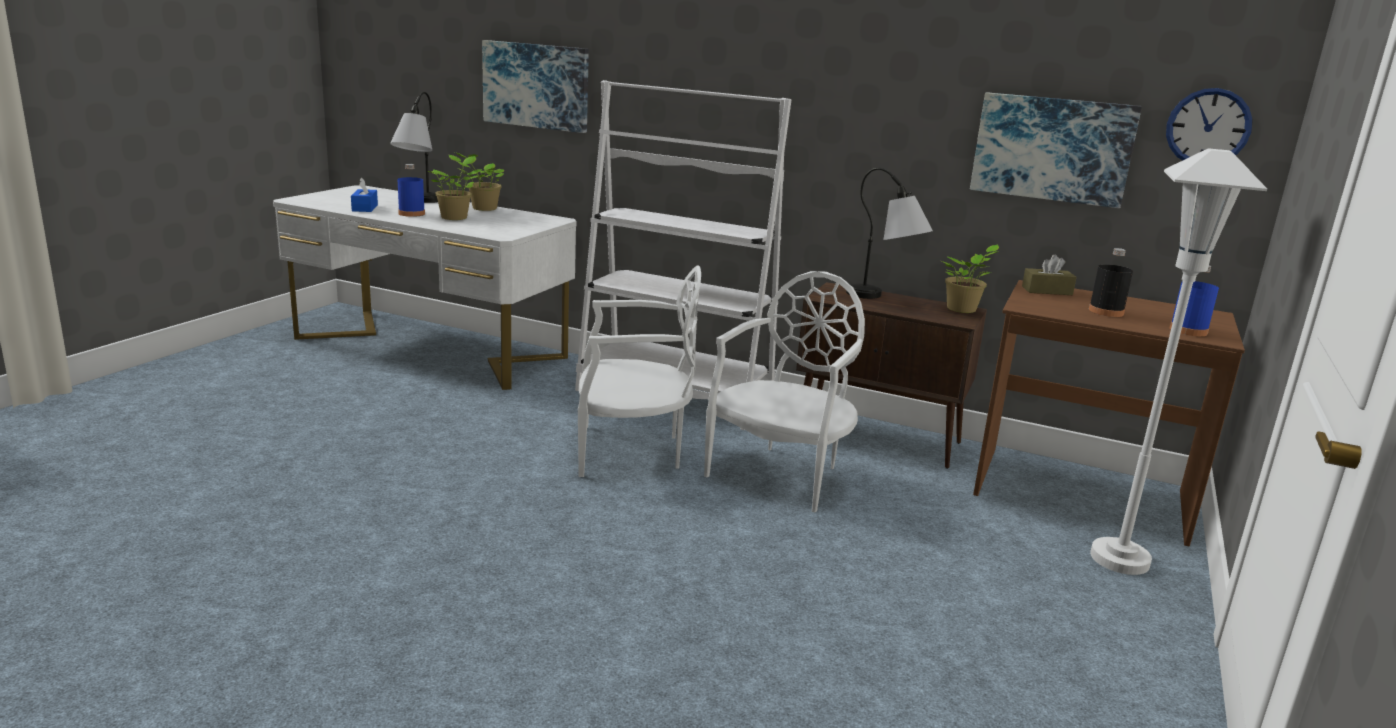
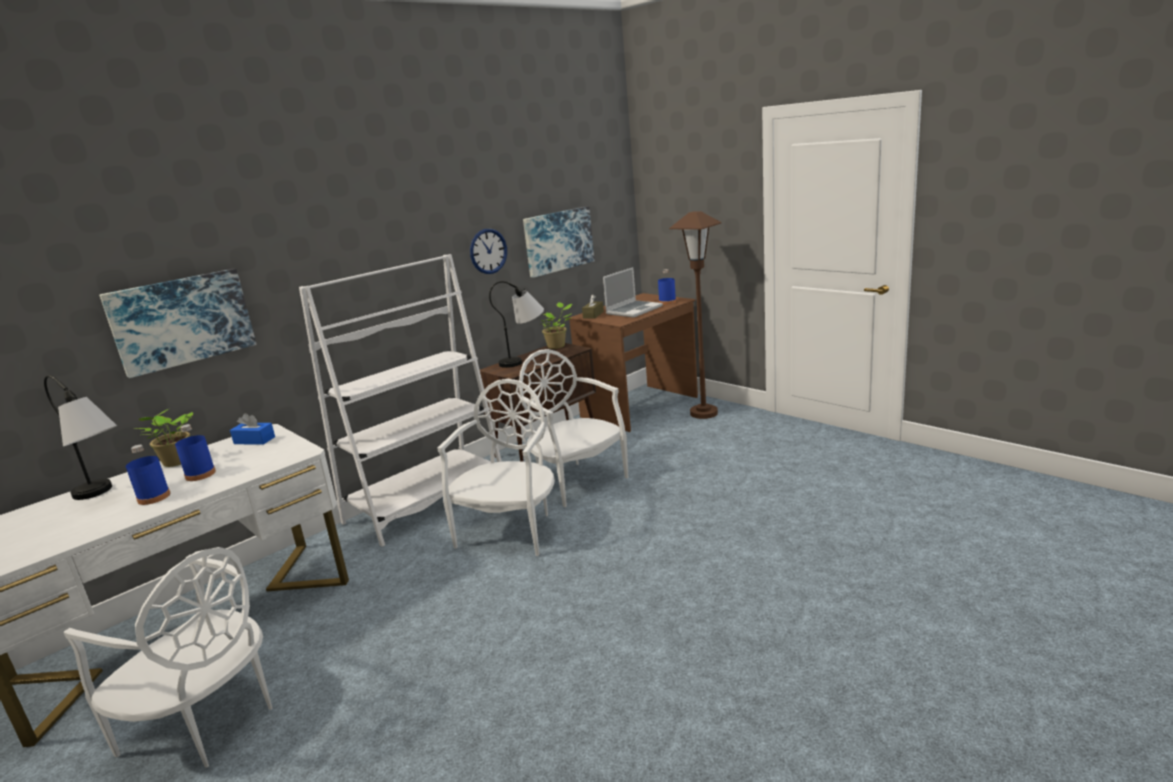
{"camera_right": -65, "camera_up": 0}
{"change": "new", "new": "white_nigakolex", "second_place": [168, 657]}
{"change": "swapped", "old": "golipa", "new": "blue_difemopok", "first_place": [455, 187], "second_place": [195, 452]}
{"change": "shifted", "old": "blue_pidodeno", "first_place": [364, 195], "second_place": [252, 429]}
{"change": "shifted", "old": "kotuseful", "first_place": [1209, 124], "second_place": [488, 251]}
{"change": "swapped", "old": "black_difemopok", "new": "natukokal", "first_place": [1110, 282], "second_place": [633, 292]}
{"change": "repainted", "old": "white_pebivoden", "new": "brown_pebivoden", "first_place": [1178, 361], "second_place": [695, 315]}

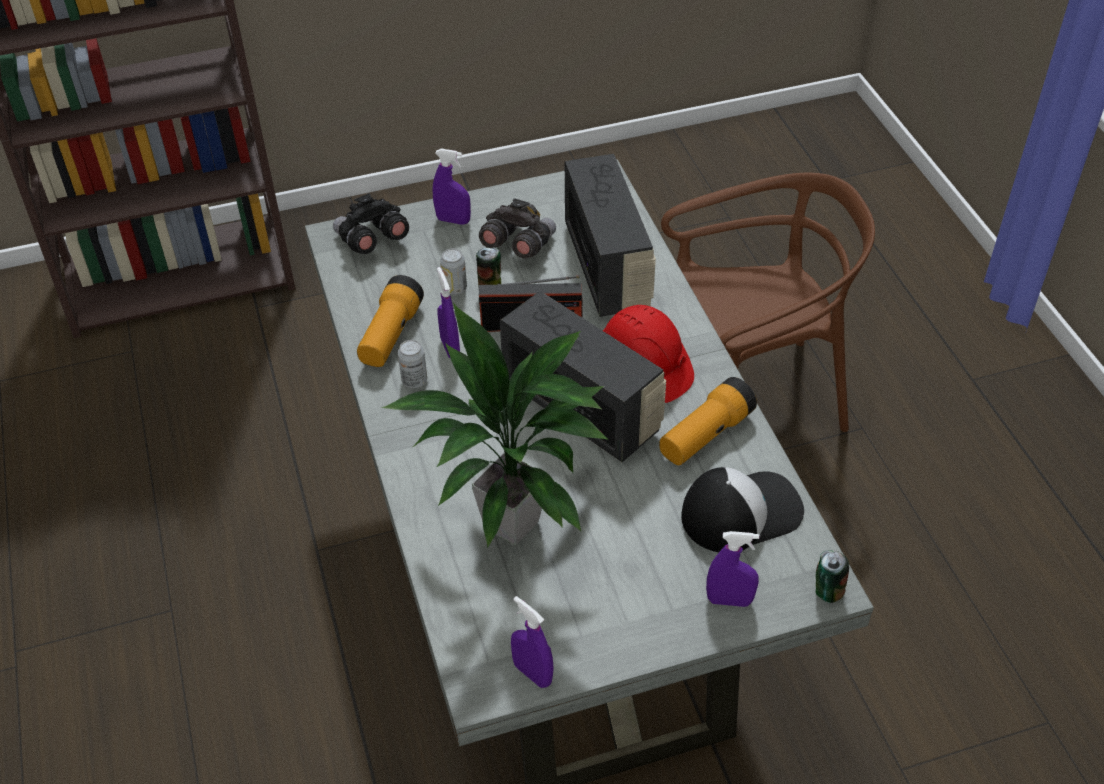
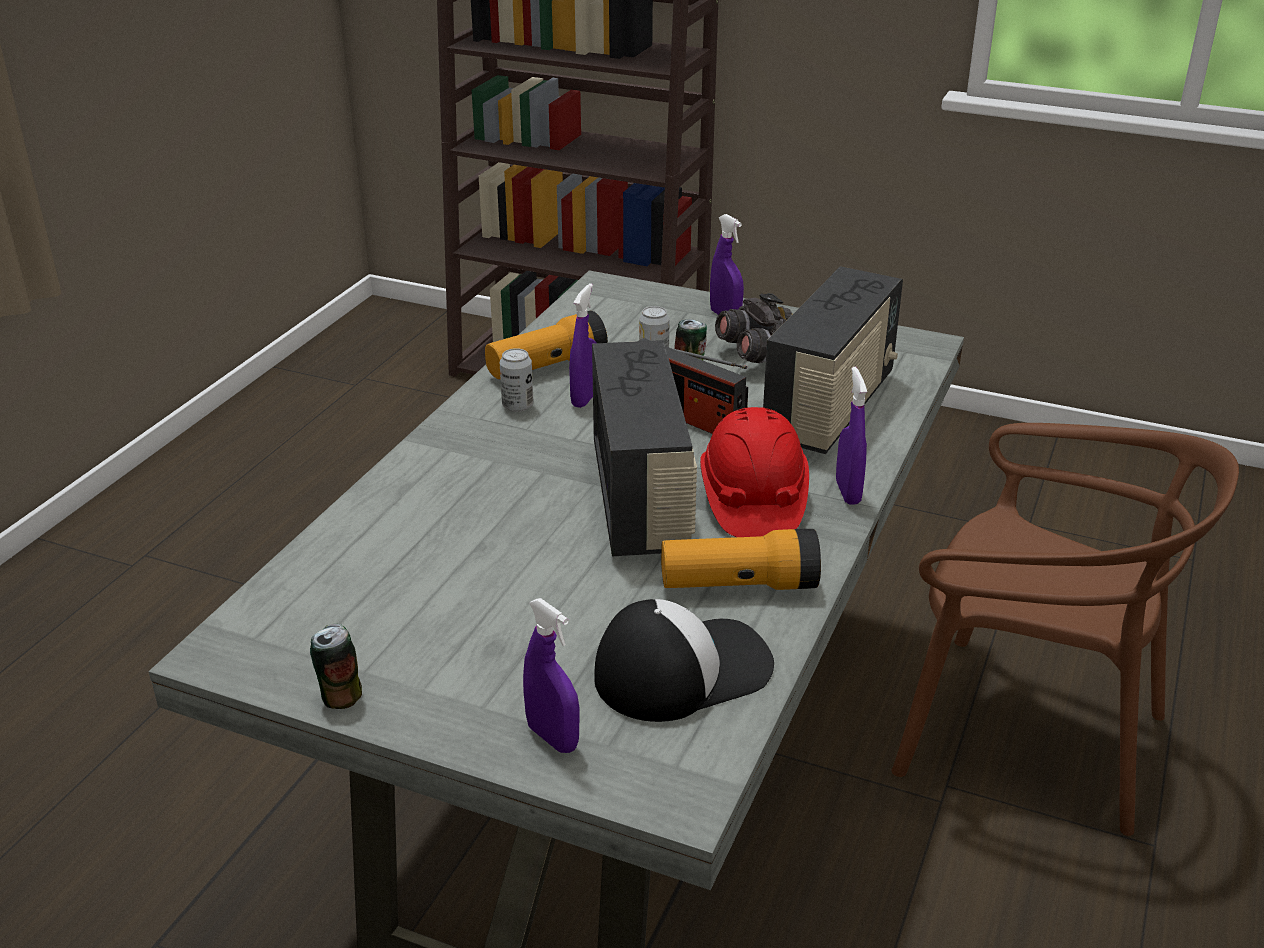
{"camera_right": 40, "camera_up": -15}
{"change": "shifted", "old": "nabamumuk", "first_place": [832, 576], "second_place": [336, 666]}
{"change": "rotated", "old": "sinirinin", "first_place": [742, 509], "second_place": [684, 660], "degrees": -45}
{"change": "shifted", "old": "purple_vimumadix", "first_place": [532, 642], "second_place": [851, 436]}
{"change": "gone", "old": "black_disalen", "first_place": [371, 223]}
{"change": "gone", "old": "golipa", "first_place": [495, 425]}

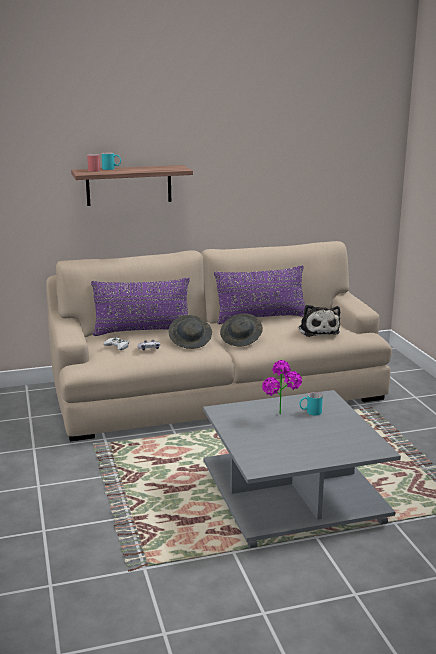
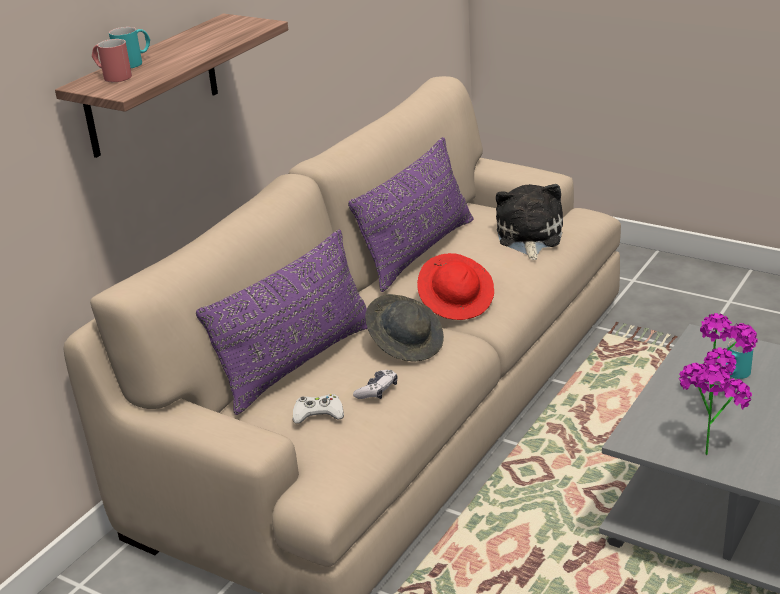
{"camera_right": -40, "camera_up": 10}
{"change": "repainted", "old": "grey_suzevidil", "new": "red_suzevidil", "first_place": [241, 330], "second_place": [455, 286]}
{"change": "rotated", "old": "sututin", "first_place": [319, 321], "second_place": [529, 222], "degrees": -120}
{"change": "new", "new": "golipa", "second_place": [715, 408]}

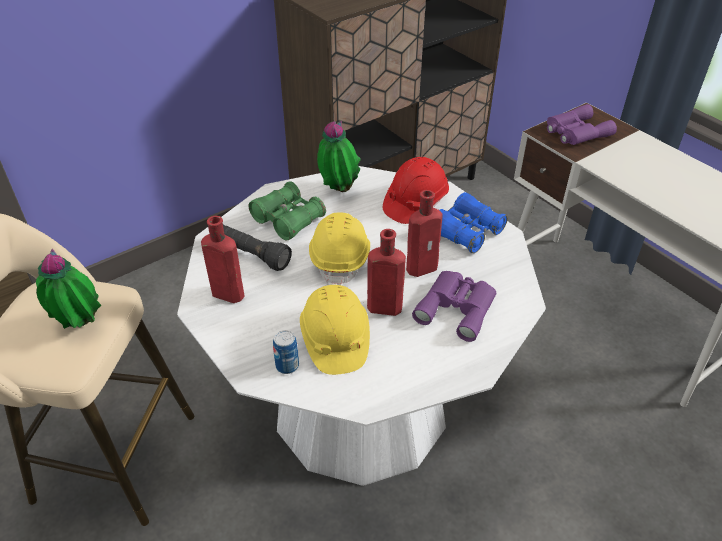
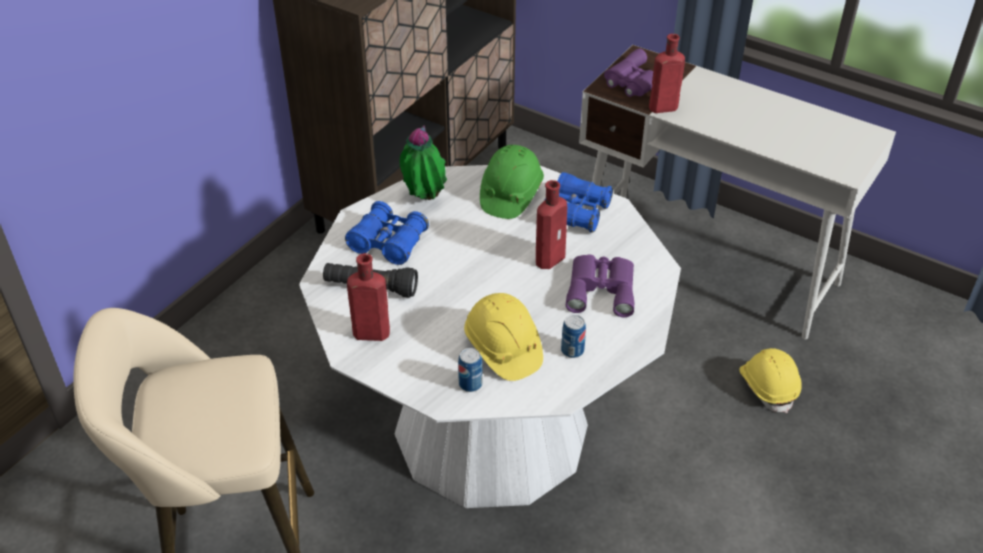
{"camera_right": -20, "camera_up": 0}
{"change": "repainted", "old": "green_disalen", "new": "blue_disalen", "first_place": [287, 210], "second_place": [387, 233]}
{"change": "repainted", "old": "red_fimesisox", "new": "green_fimesisox", "first_place": [416, 190], "second_place": [512, 182]}
{"change": "new", "new": "nabamumuk", "second_place": [573, 336]}
{"change": "shifted", "old": "red_difemopok", "first_place": [386, 272], "second_place": [667, 73]}
{"change": "shifted", "old": "yellow_fimesisox", "first_place": [339, 249], "second_place": [770, 380]}
{"change": "gone", "old": "golipa", "first_place": [68, 289]}

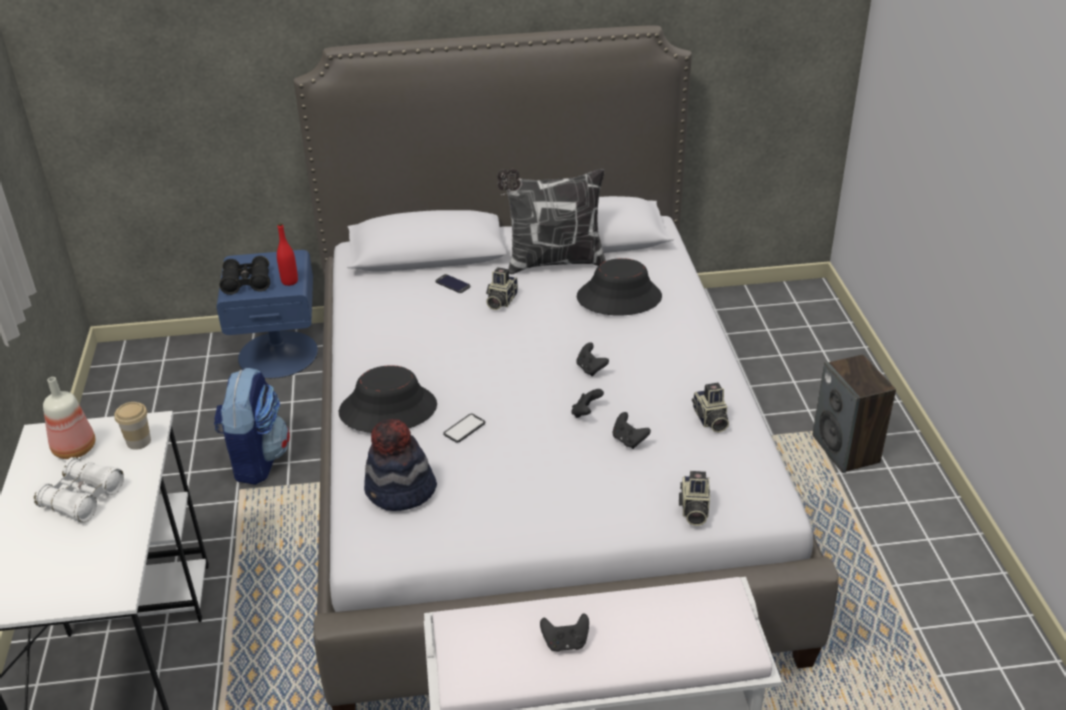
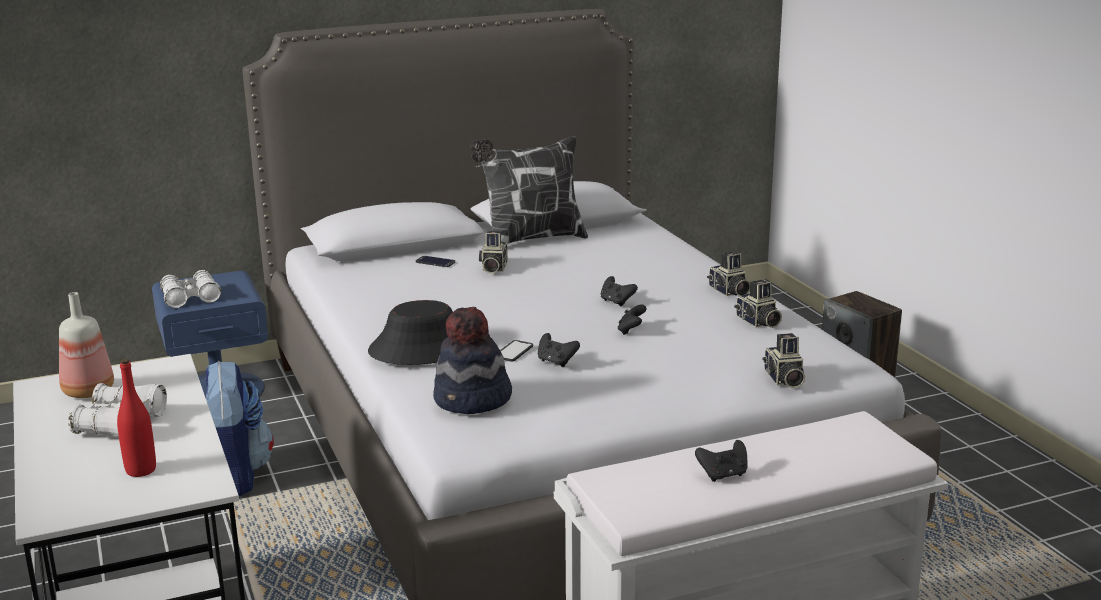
{"camera_right": -15, "camera_up": -15}
{"change": "shifted", "old": "red_difemopok", "first_place": [287, 254], "second_place": [136, 418]}
{"change": "repainted", "old": "black_disalen", "new": "white_disalen", "first_place": [244, 275], "second_place": [190, 289]}
{"change": "shifted", "old": "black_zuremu", "first_place": [632, 430], "second_place": [559, 350]}
{"change": "new", "new": "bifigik", "second_place": [728, 274]}
{"change": "gone", "old": "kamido", "first_place": [132, 426]}
{"change": "gone", "old": "black_suzevidil", "first_place": [619, 287]}

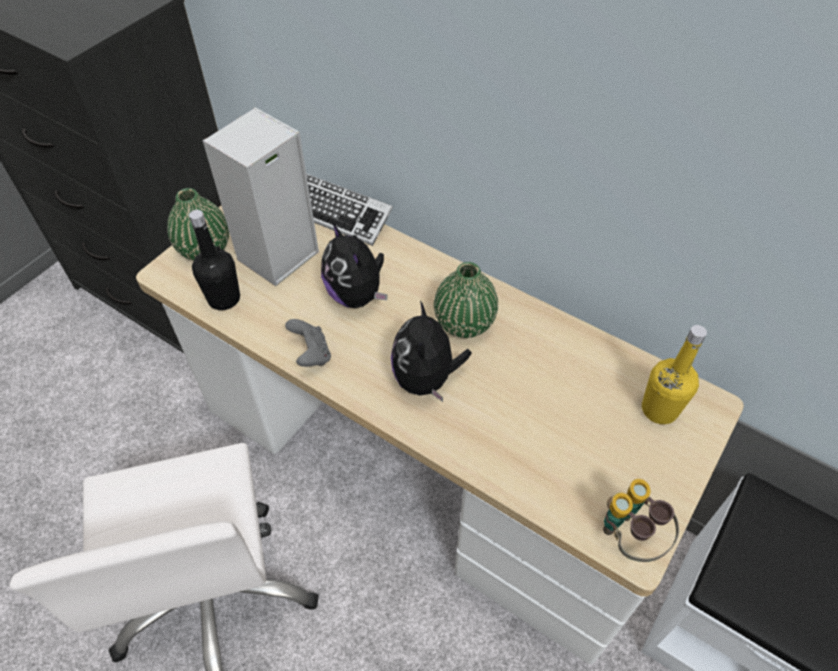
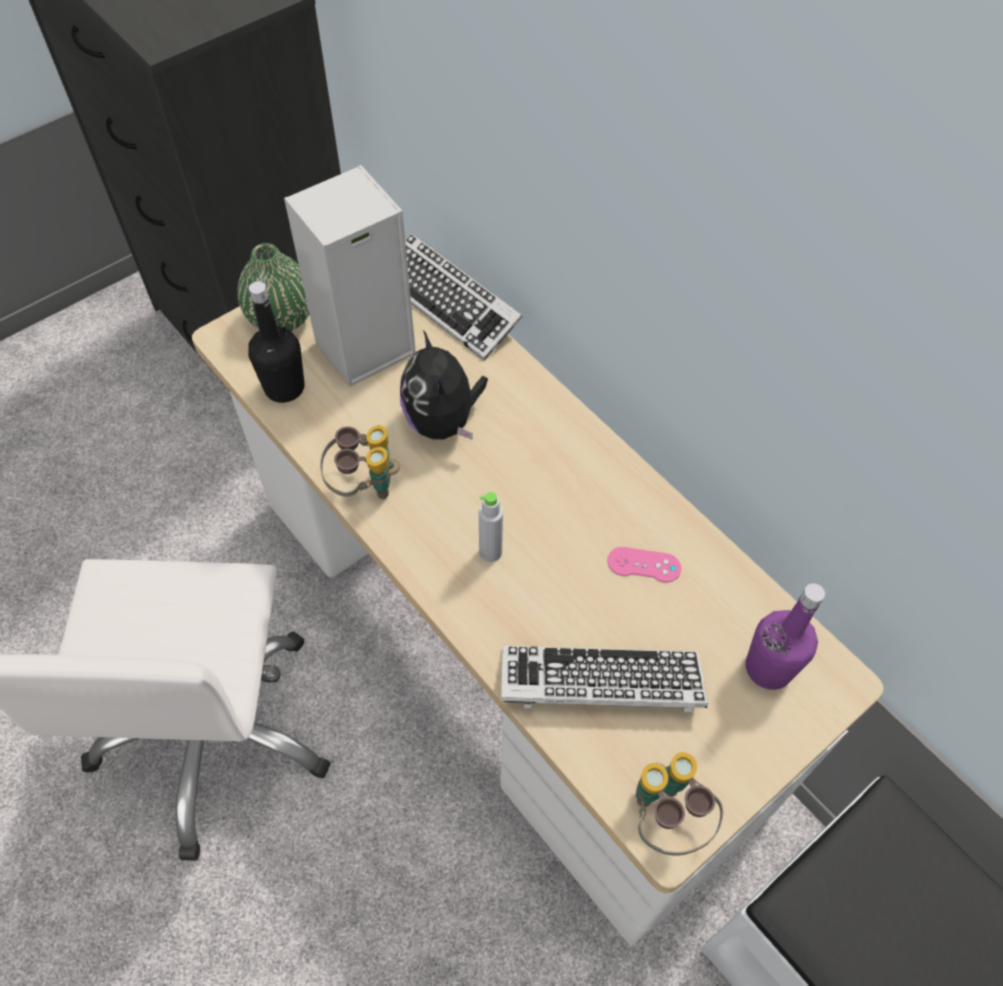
{"camera_right": 15, "camera_up": 5}
{"change": "swapped", "old": "grey_zuremu", "new": "disalen", "first_place": [308, 343], "second_place": [360, 462]}
{"change": "swapped", "old": "sututin", "new": "grey_difemopok", "first_place": [431, 351], "second_place": [491, 527]}
{"change": "new", "new": "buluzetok", "second_place": [604, 679]}
{"change": "new", "new": "pink_zuremu", "second_place": [644, 565]}
{"change": "repainted", "old": "yellow_difemopok", "new": "purple_difemopok", "first_place": [674, 374], "second_place": [785, 636]}
{"change": "gone", "old": "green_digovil", "first_place": [466, 300]}

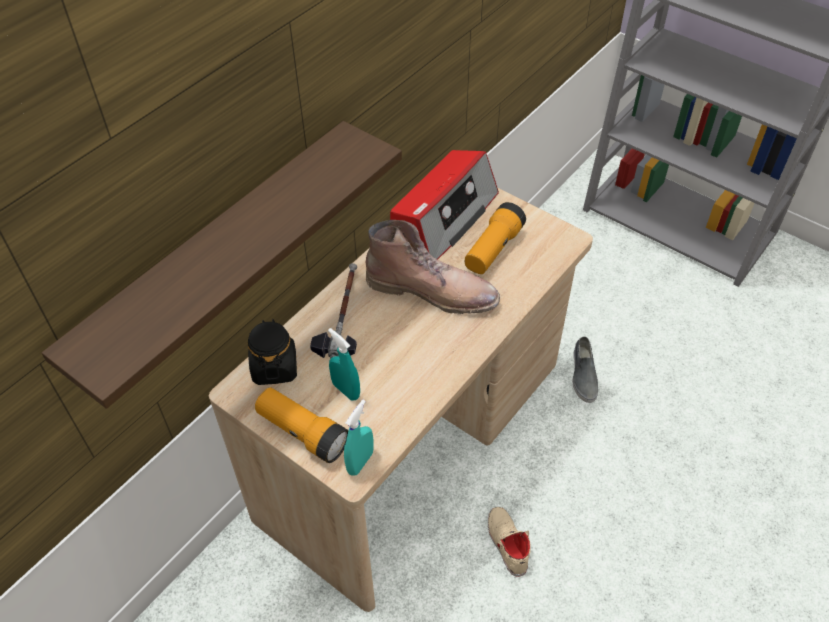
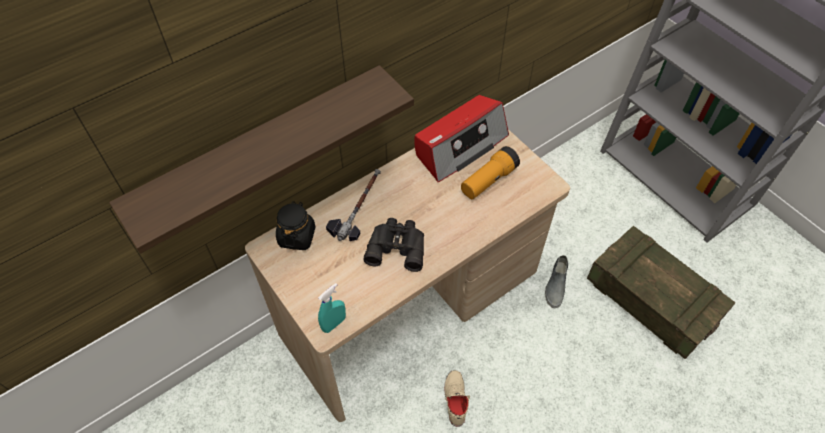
{"camera_right": 15, "camera_up": 5}
{"change": "new", "new": "black_disalen", "second_place": [393, 245]}
{"change": "new", "new": "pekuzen", "second_place": [661, 292]}
{"change": "gone", "old": "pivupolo", "first_place": [301, 425]}
{"change": "gone", "old": "turquoise_vimumadix", "first_place": [344, 364]}
{"change": "gone", "old": "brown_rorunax", "first_place": [433, 267]}

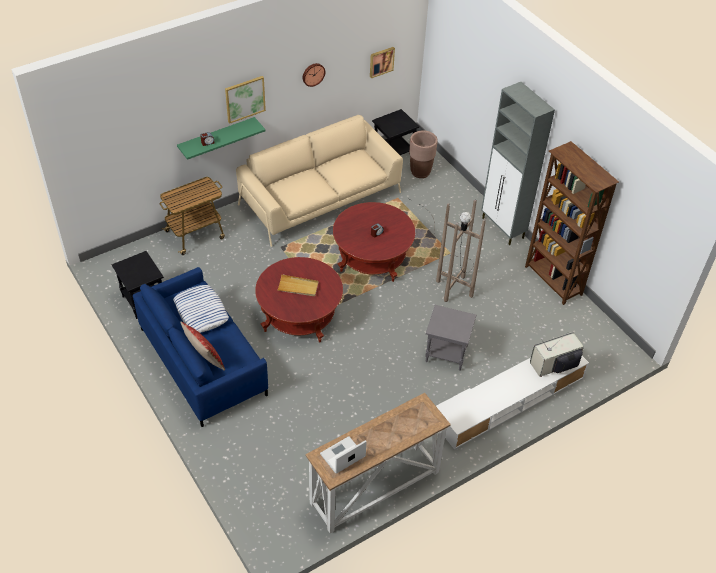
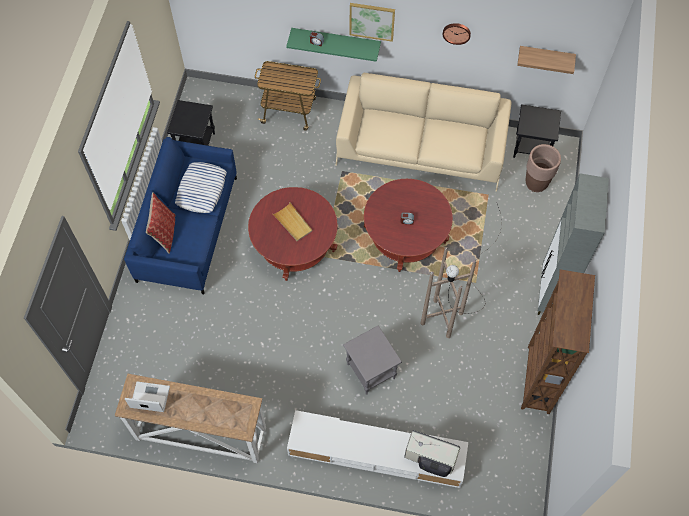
{"camera_right": 45, "camera_up": 15}
{"change": "swapped", "old": "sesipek", "new": "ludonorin", "first_place": [382, 62], "second_place": [546, 60]}

